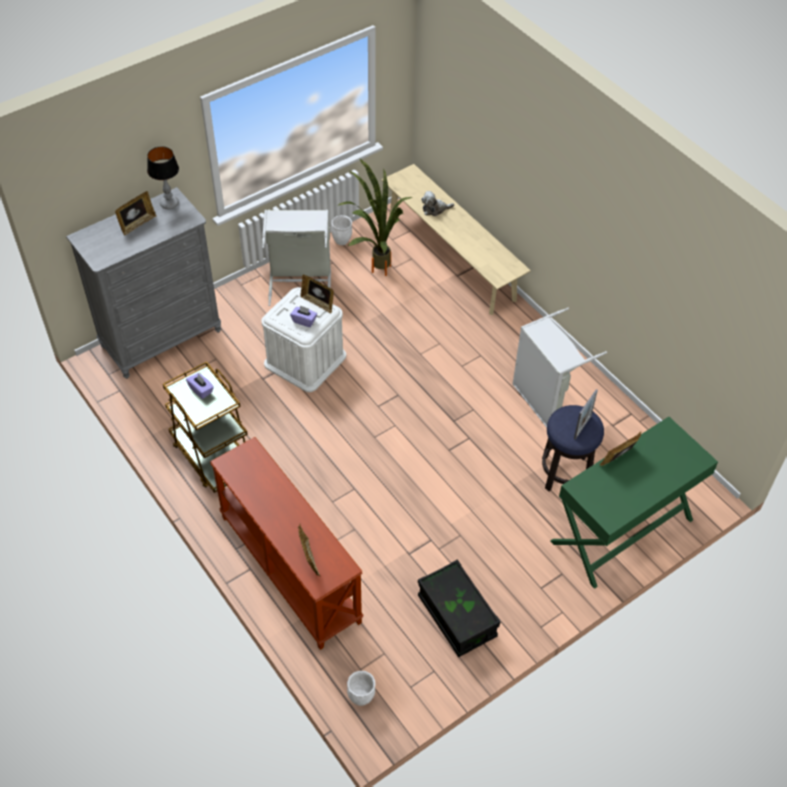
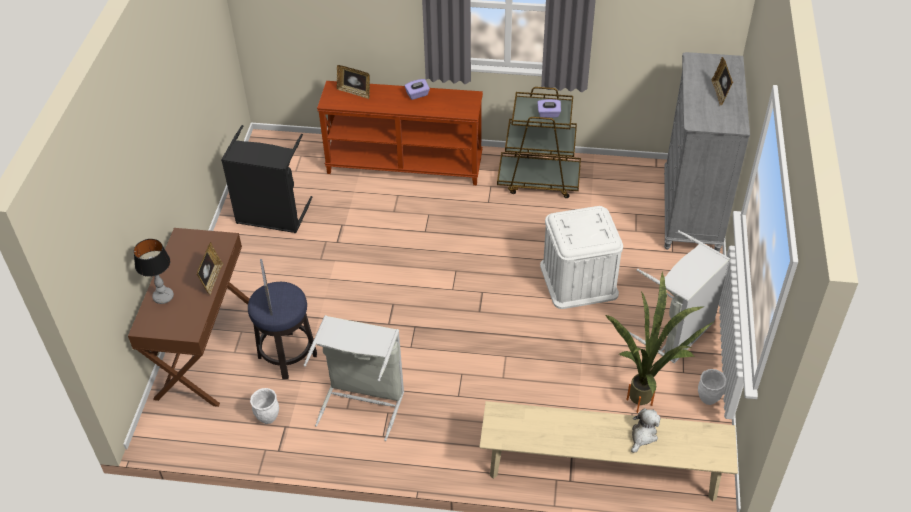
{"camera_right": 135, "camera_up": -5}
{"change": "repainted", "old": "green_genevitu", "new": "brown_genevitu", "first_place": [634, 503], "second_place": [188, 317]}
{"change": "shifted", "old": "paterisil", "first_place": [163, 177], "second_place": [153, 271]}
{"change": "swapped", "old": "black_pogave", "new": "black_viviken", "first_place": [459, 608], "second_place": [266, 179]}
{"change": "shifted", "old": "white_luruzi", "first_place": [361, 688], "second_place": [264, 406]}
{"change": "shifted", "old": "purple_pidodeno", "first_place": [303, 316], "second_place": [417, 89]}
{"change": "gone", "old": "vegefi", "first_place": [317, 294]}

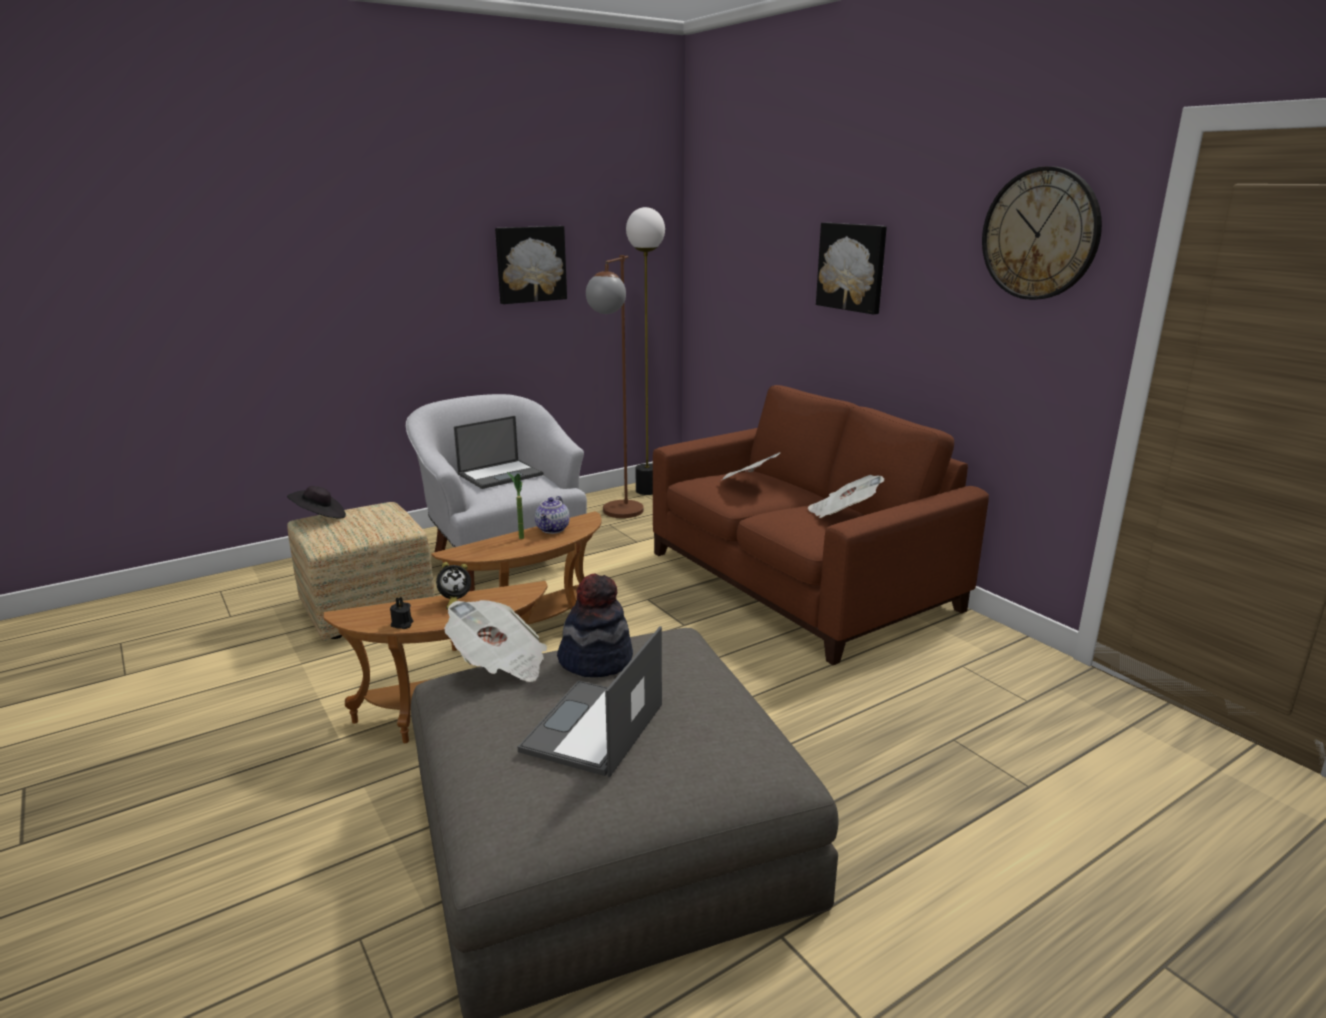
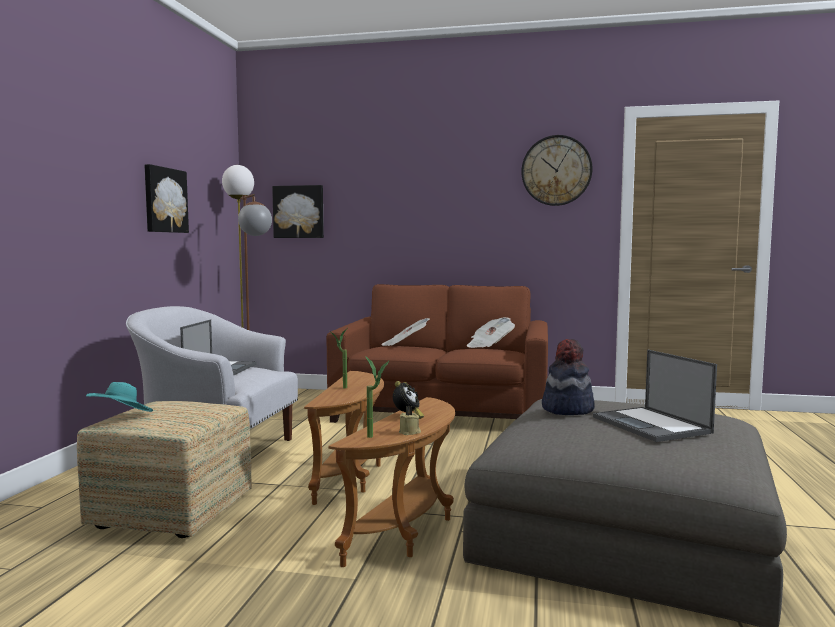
{"camera_right": -45, "camera_up": -15}
{"change": "repainted", "old": "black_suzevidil", "new": "turquoise_suzevidil", "first_place": [316, 502], "second_place": [119, 397]}
{"change": "shifted", "old": "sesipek", "first_place": [851, 269], "second_place": [298, 211]}
{"change": "new", "new": "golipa", "second_place": [377, 397]}
{"change": "repainted", "old": "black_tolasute", "new": "beige_tolasute", "first_place": [402, 613], "second_place": [410, 420]}
{"change": "gone", "old": "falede", "first_place": [495, 641]}
{"change": "gone", "old": "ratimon", "first_place": [552, 515]}

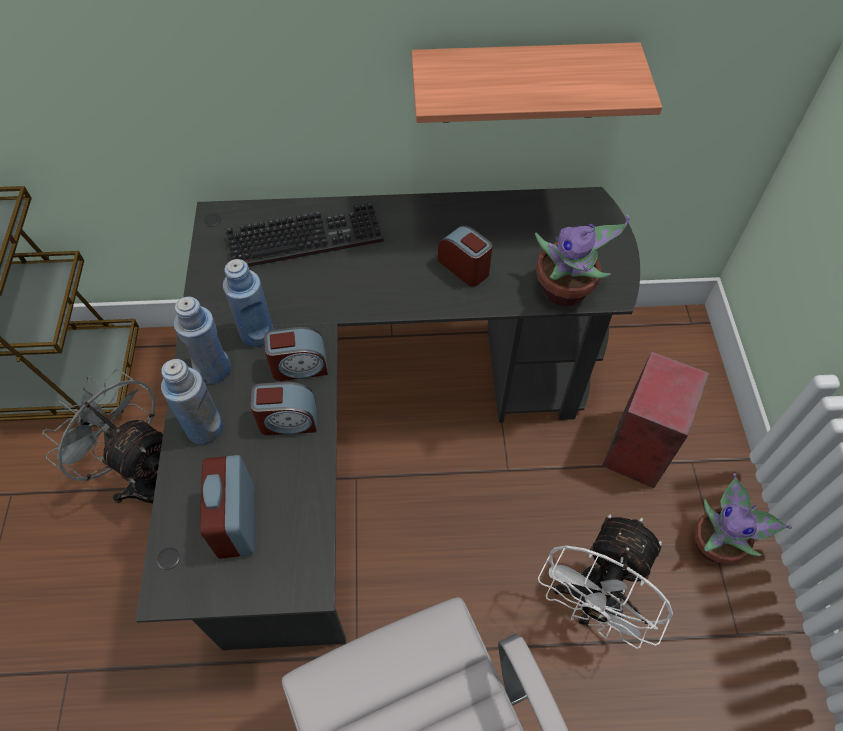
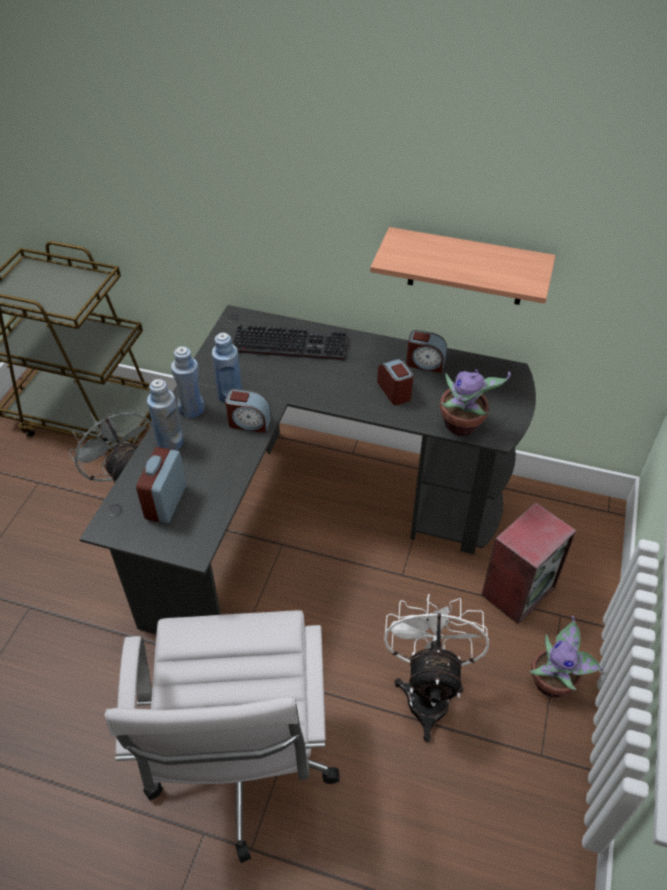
{"camera_right": 20, "camera_up": -10}
{"change": "rotated", "old": "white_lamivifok", "first_place": [605, 581], "second_place": [436, 668], "degrees": 135}
{"change": "shifted", "old": "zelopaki", "first_place": [283, 408], "second_place": [426, 351]}

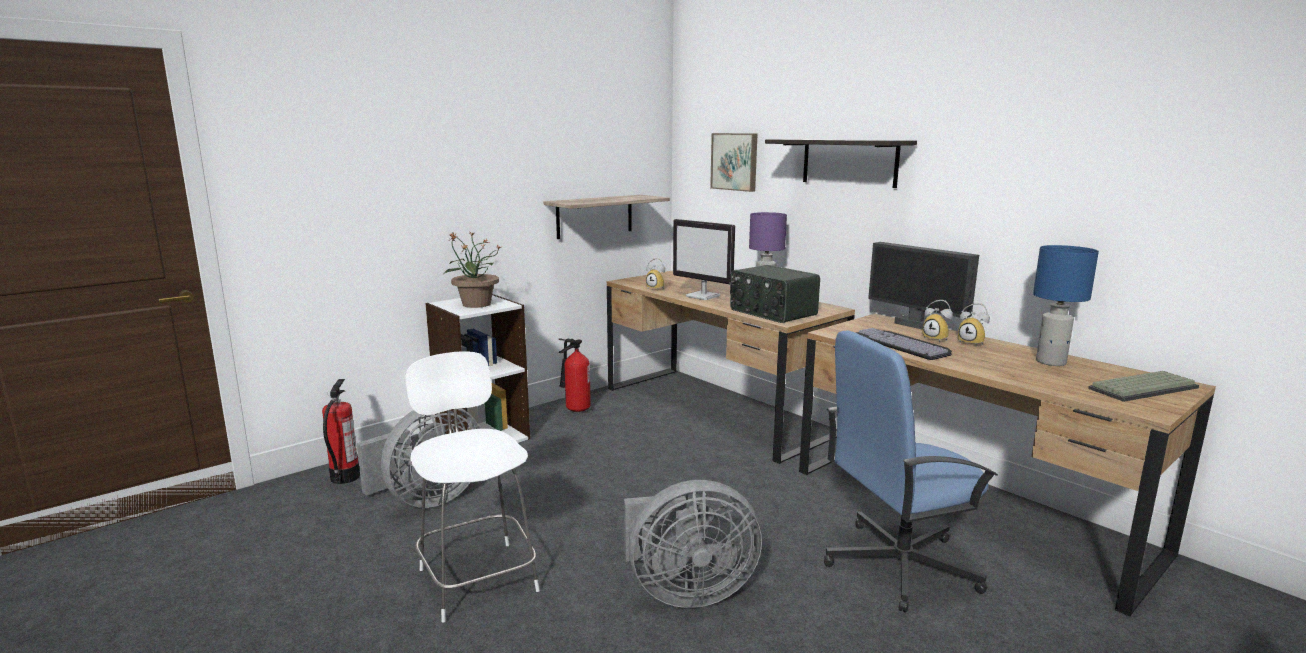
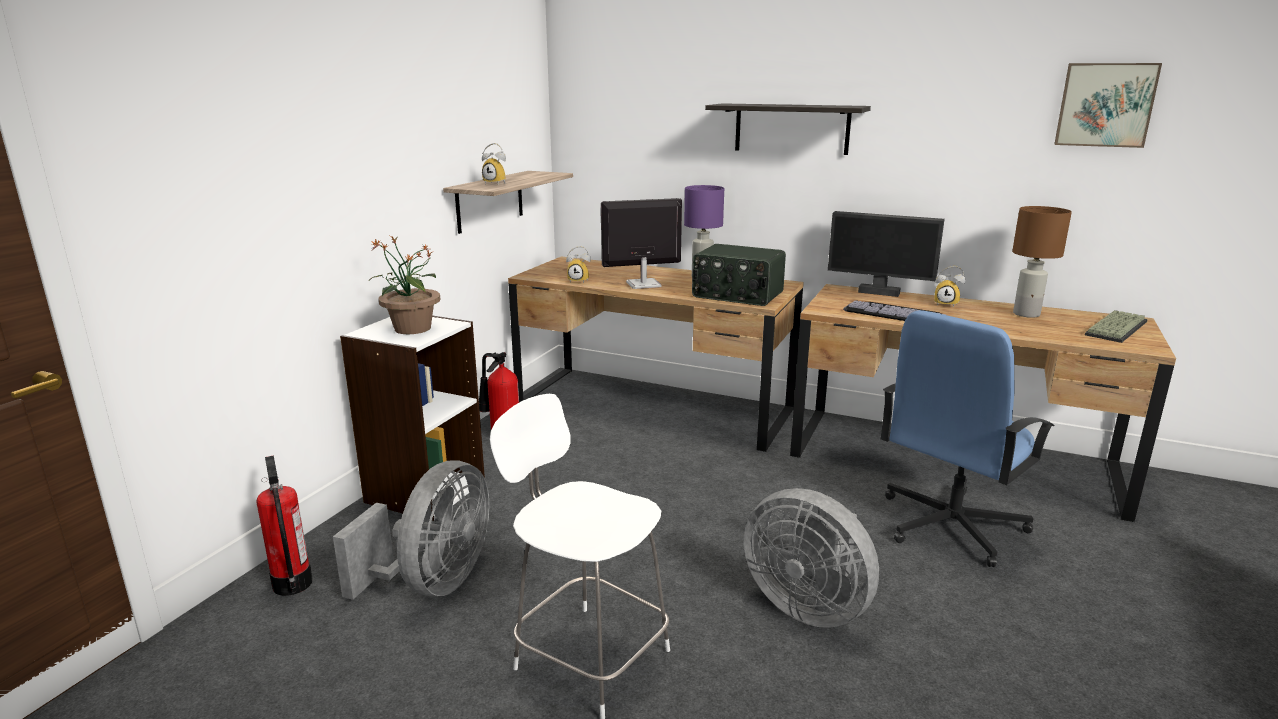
{"camera_right": -25, "camera_up": 5}
{"change": "shifted", "old": "zelopaki", "first_place": [938, 321], "second_place": [494, 163]}
{"change": "rotated", "old": "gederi", "first_place": [704, 259], "second_place": [641, 243], "degrees": 150}
{"change": "rotated", "old": "grey_lamivifok", "first_place": [693, 544], "second_place": [811, 558], "degrees": 75}
{"change": "repainted", "old": "blue_paterisil", "new": "brown_paterisil", "first_place": [1066, 305], "second_place": [1042, 262]}
{"change": "shifted", "old": "sesipek", "first_place": [734, 162], "second_place": [1108, 105]}

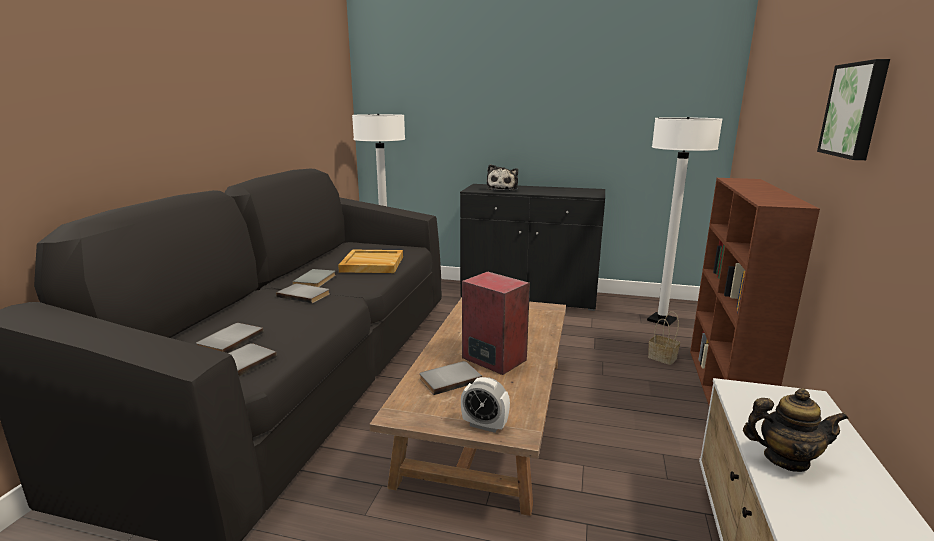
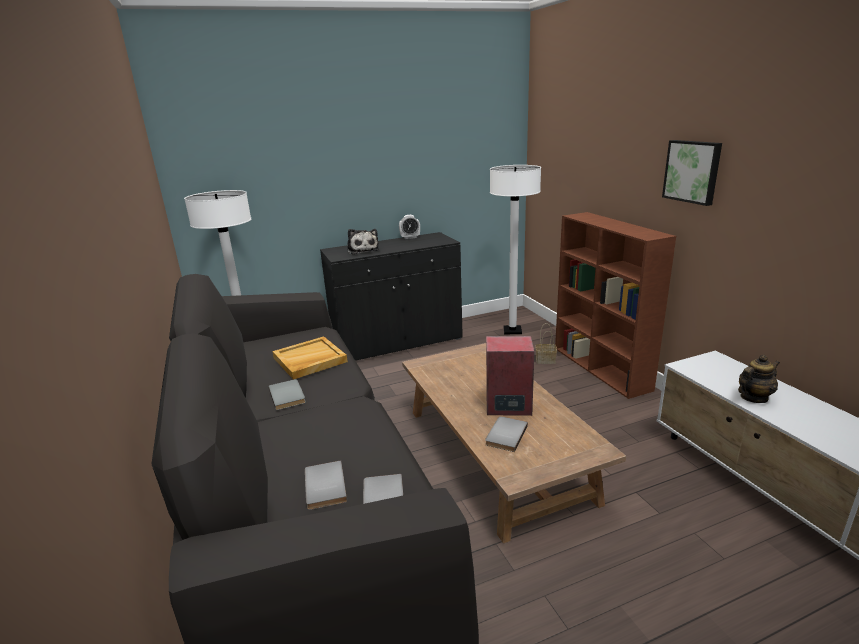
{"camera_right": -35, "camera_up": 5}
{"change": "shifted", "old": "zelopaki", "first_place": [485, 405], "second_place": [409, 227]}
{"change": "gone", "old": "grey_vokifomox", "first_place": [303, 294]}

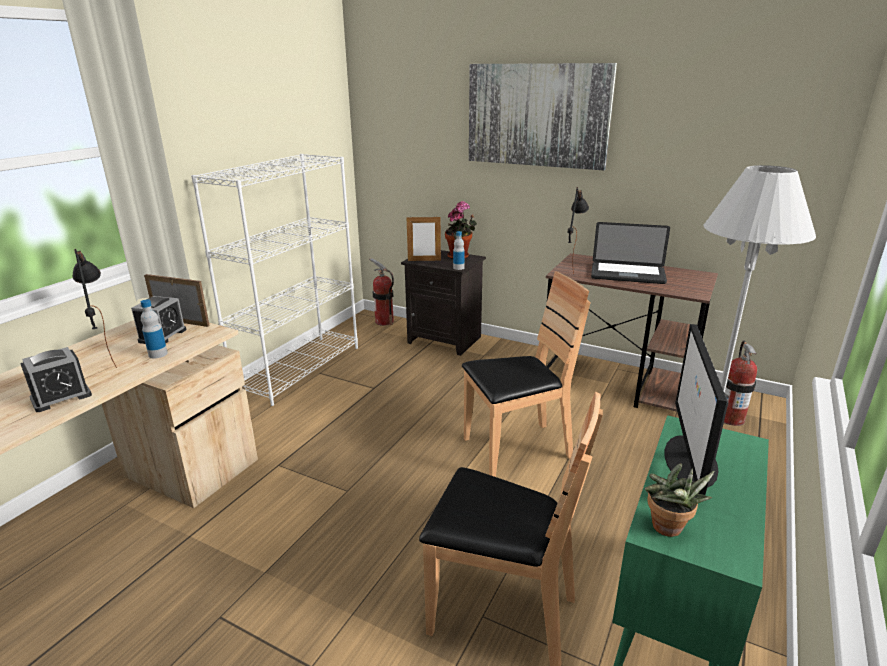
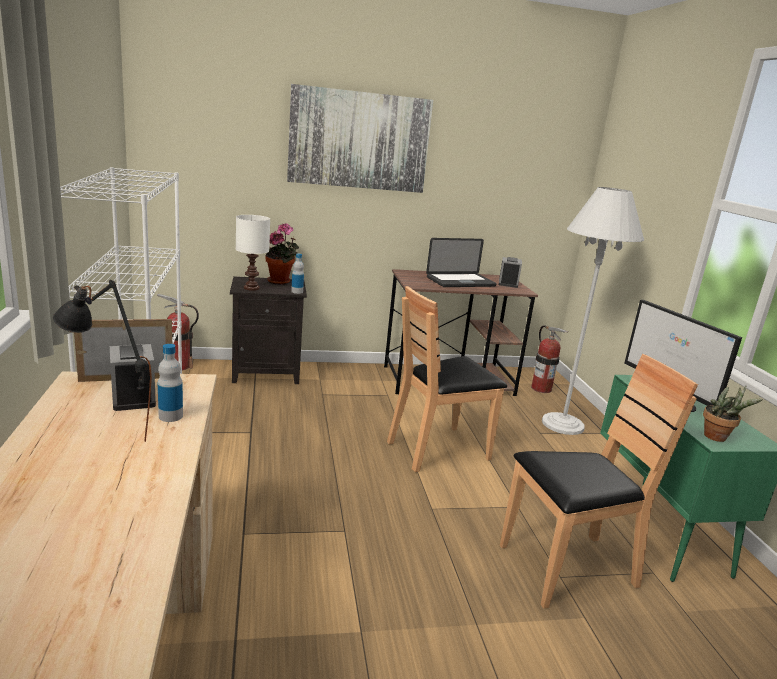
{"camera_right": -40, "camera_up": -5}
{"change": "swapped", "old": "vegefi", "new": "white_paterisil", "first_place": [423, 238], "second_place": [253, 253]}
{"change": "rotated", "old": "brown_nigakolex", "first_place": [526, 374], "second_place": [447, 379], "degrees": -150}
{"change": "shifted", "old": "zelopaki", "first_place": [56, 379], "second_place": [510, 272]}
{"change": "gone", "old": "black_paterisil", "first_place": [578, 231]}

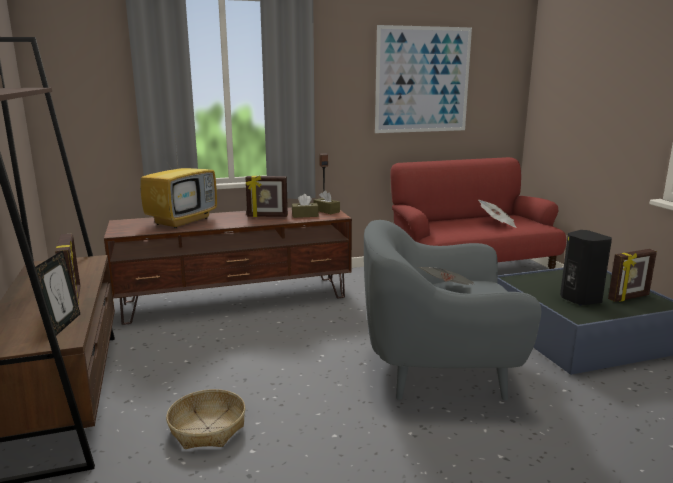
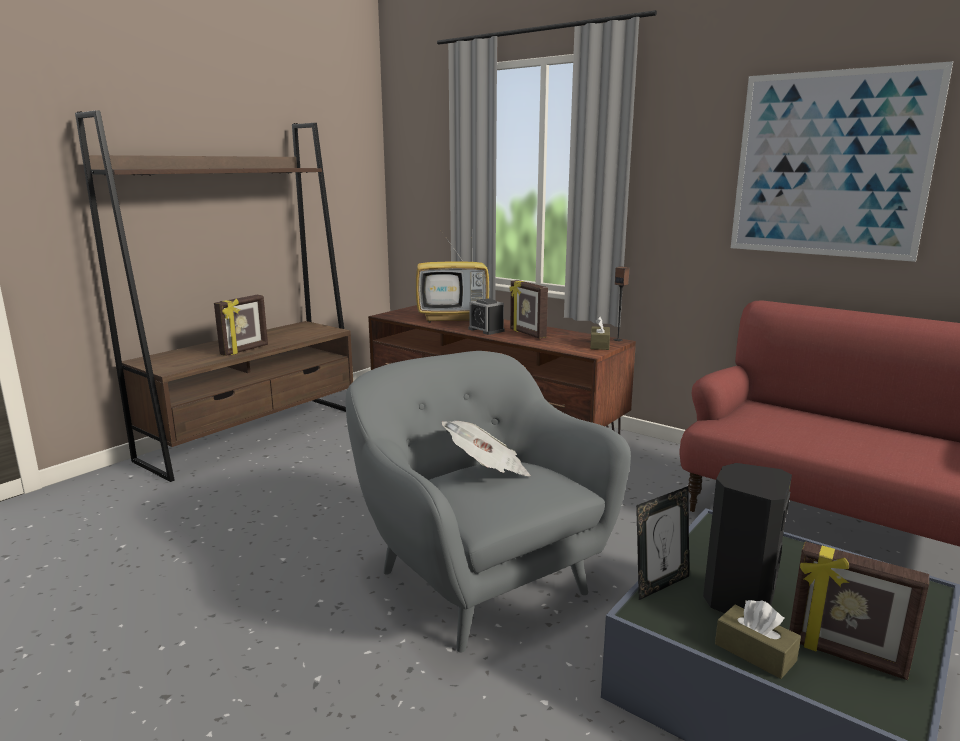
{"camera_right": 55, "camera_up": 0}
{"change": "new", "new": "zelopaki", "second_place": [487, 316]}
{"change": "shifted", "old": "vegefi", "first_place": [57, 292], "second_place": [662, 543]}
{"change": "shifted", "old": "brown_pidodeno", "first_place": [305, 206], "second_place": [758, 639]}
{"change": "gone", "old": "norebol", "first_place": [205, 419]}
{"change": "gone", "old": "falede", "first_place": [497, 214]}

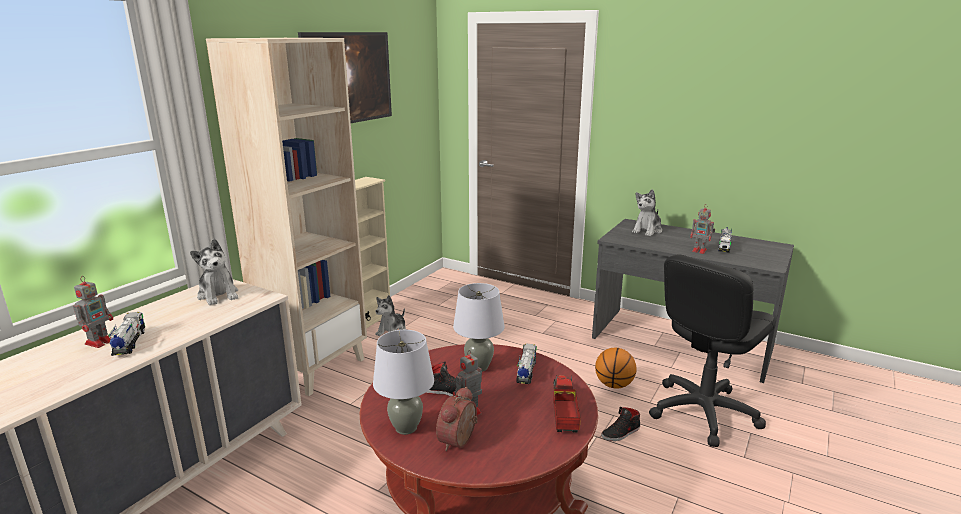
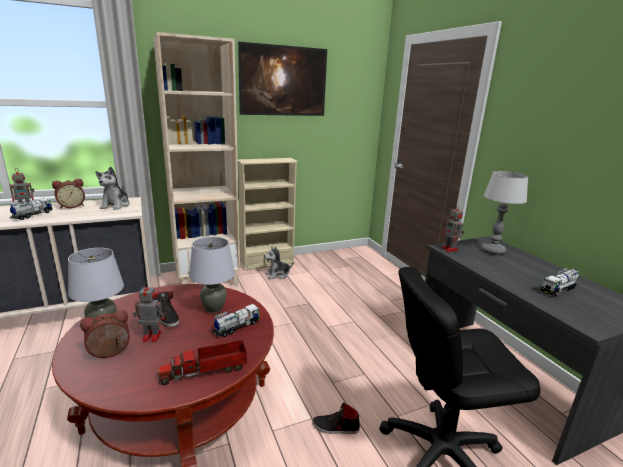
{"camera_right": 35, "camera_up": 0}
{"change": "new", "new": "zelopaki", "second_place": [68, 194]}
{"change": "rotated", "old": "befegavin", "first_place": [567, 403], "second_place": [202, 362], "degrees": -150}
{"change": "shifted", "old": "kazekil", "first_place": [702, 229], "second_place": [453, 228]}
{"change": "swapped", "old": "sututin", "new": "paterisil", "first_place": [647, 212], "second_place": [504, 213]}
{"change": "gone", "old": "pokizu", "first_place": [615, 368]}

